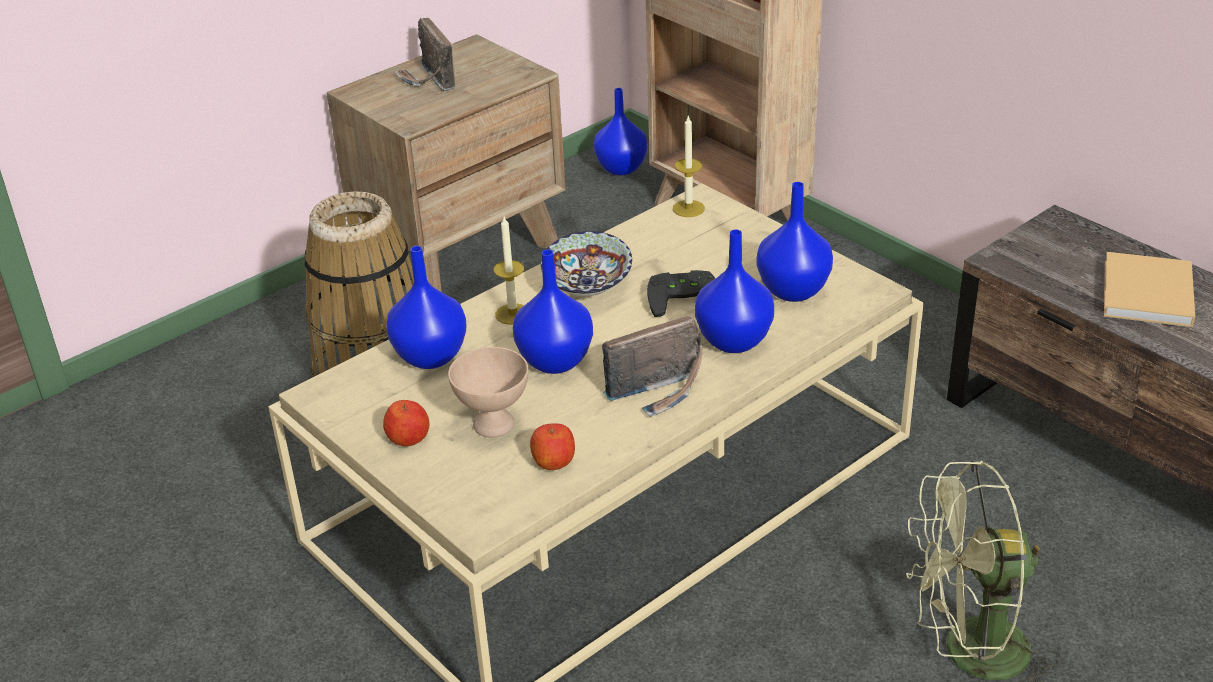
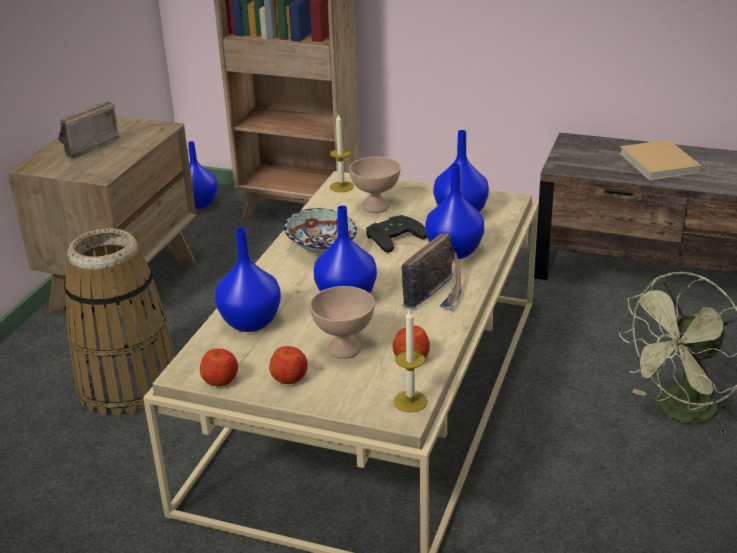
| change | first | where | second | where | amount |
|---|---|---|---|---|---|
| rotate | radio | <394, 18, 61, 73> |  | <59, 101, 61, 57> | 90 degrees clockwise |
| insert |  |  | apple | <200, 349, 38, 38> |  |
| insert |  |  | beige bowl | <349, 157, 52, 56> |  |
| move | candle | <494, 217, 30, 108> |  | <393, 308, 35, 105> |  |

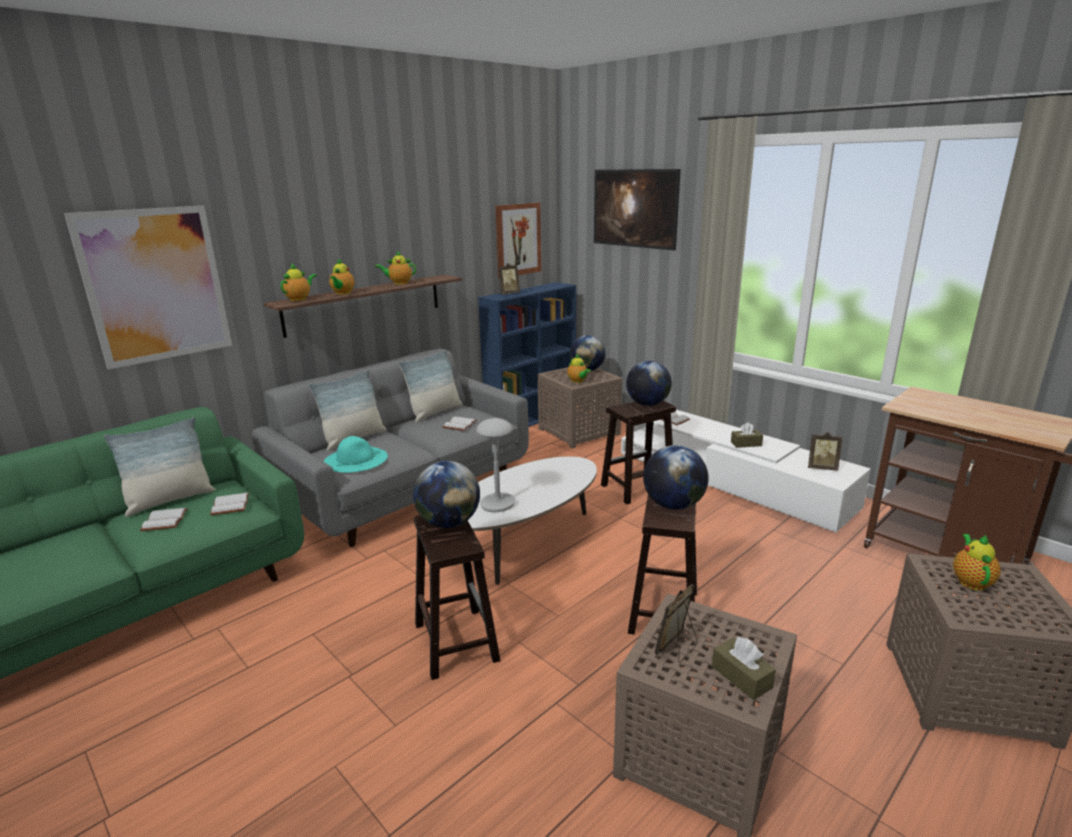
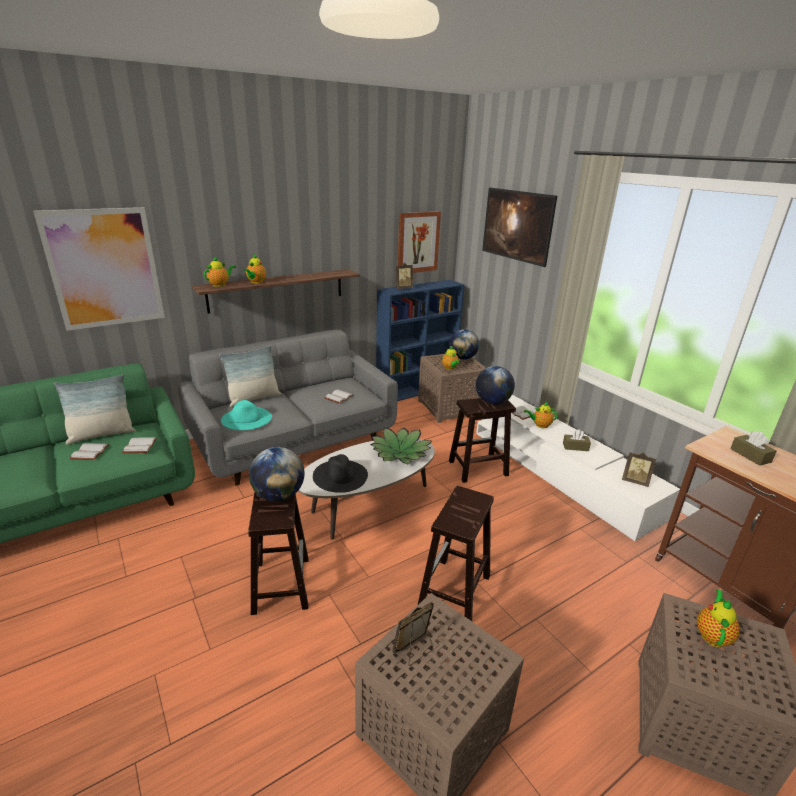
| change | first | where | second | where | amount |
|---|---|---|---|---|---|
| replace | grey table lamp | <476, 418, 40, 95> | black hat | <313, 454, 55, 39> |  |
| insert |  |  | potted plant | <370, 427, 62, 37> |  |
| move | teapot | <375, 251, 41, 34> |  | <524, 402, 34, 26> |  |
| move | brown tissue box | <712, 636, 64, 64> |  | <730, 431, 47, 35> |  |
| delete | pillow | <399, 350, 63, 73> |  |  |  |
| delete | globe | <643, 445, 66, 65> |  |  |  |

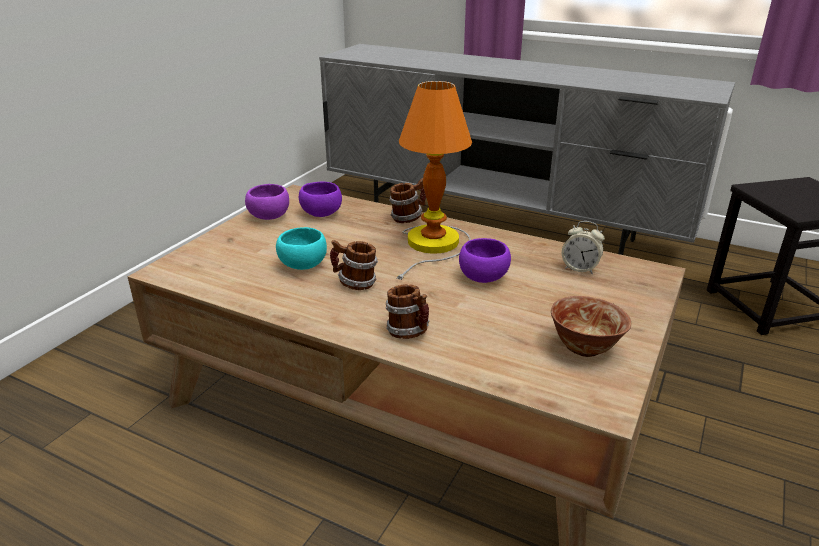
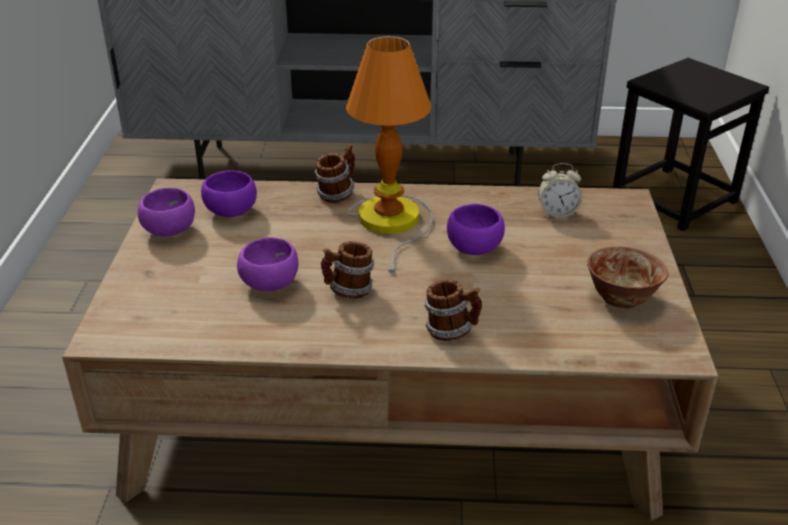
| change | first | where | second | where | amount |
|---|---|---|---|---|---|
| recolor | turquoise bowl | <276, 227, 51, 43> | purple bowl | <237, 237, 62, 54> |  |

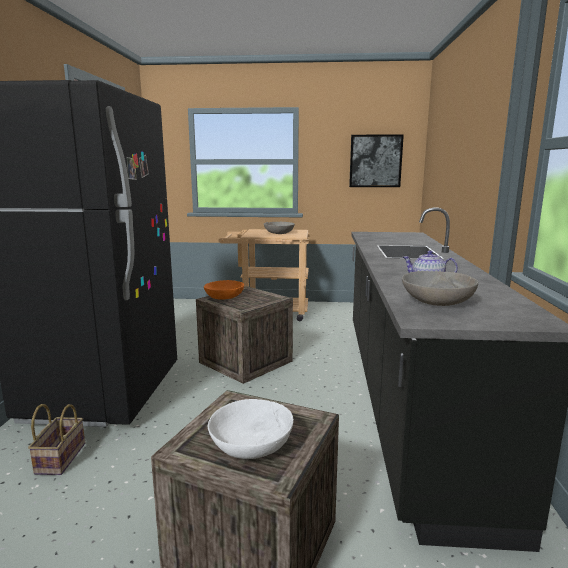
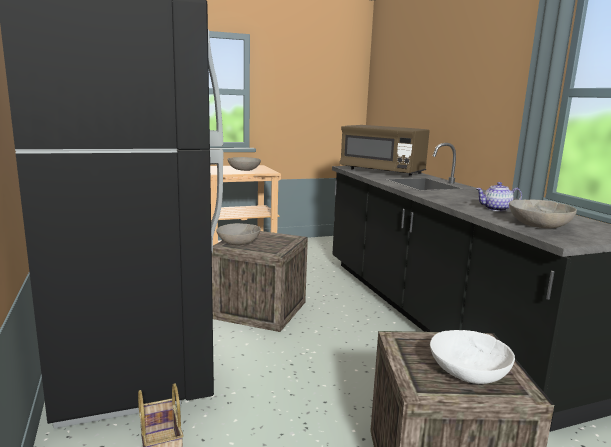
| change | first | where | second | where | amount |
|---|---|---|---|---|---|
| recolor | orange bowl | <204, 280, 40, 20> | grey bowl | <216, 223, 45, 22> |  |
| insert |  |  | brown microwave | <339, 125, 91, 52> |  |
| delete | picture | <349, 134, 55, 53> |  |  |  |

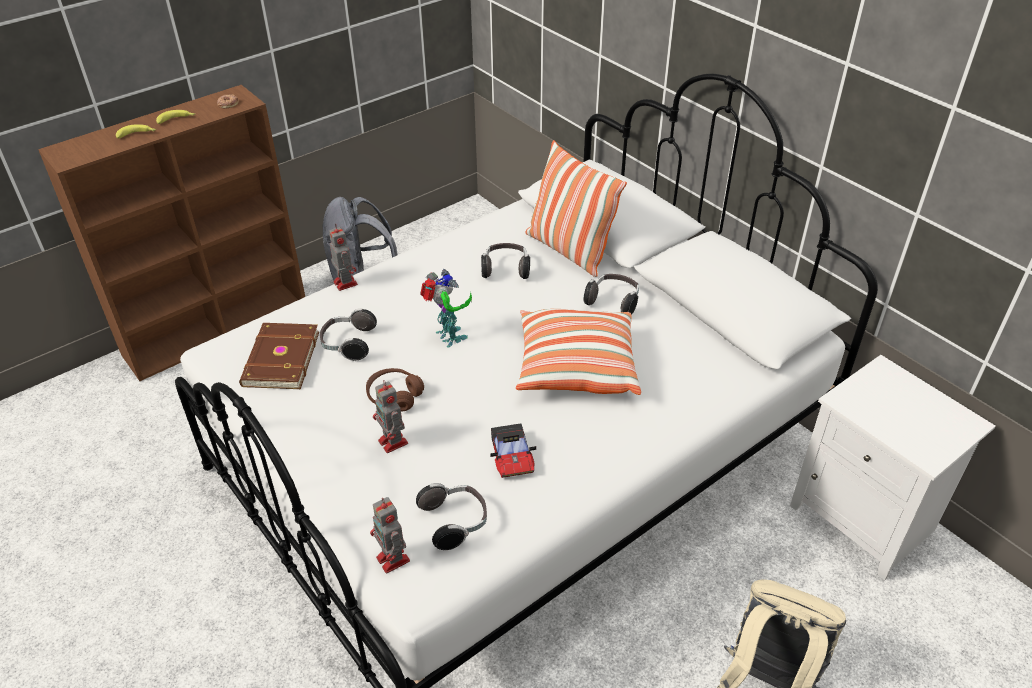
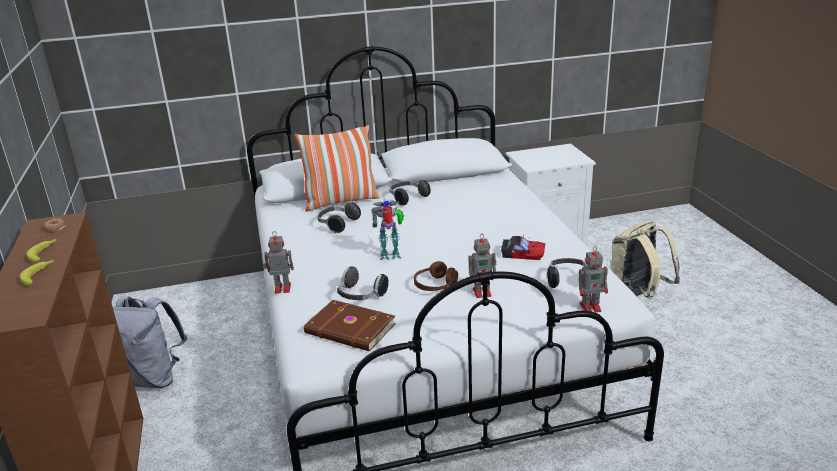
| change | first | where | second | where | amount |
|---|---|---|---|---|---|
| delete | pillow | <516, 309, 125, 86> |  |  |  |

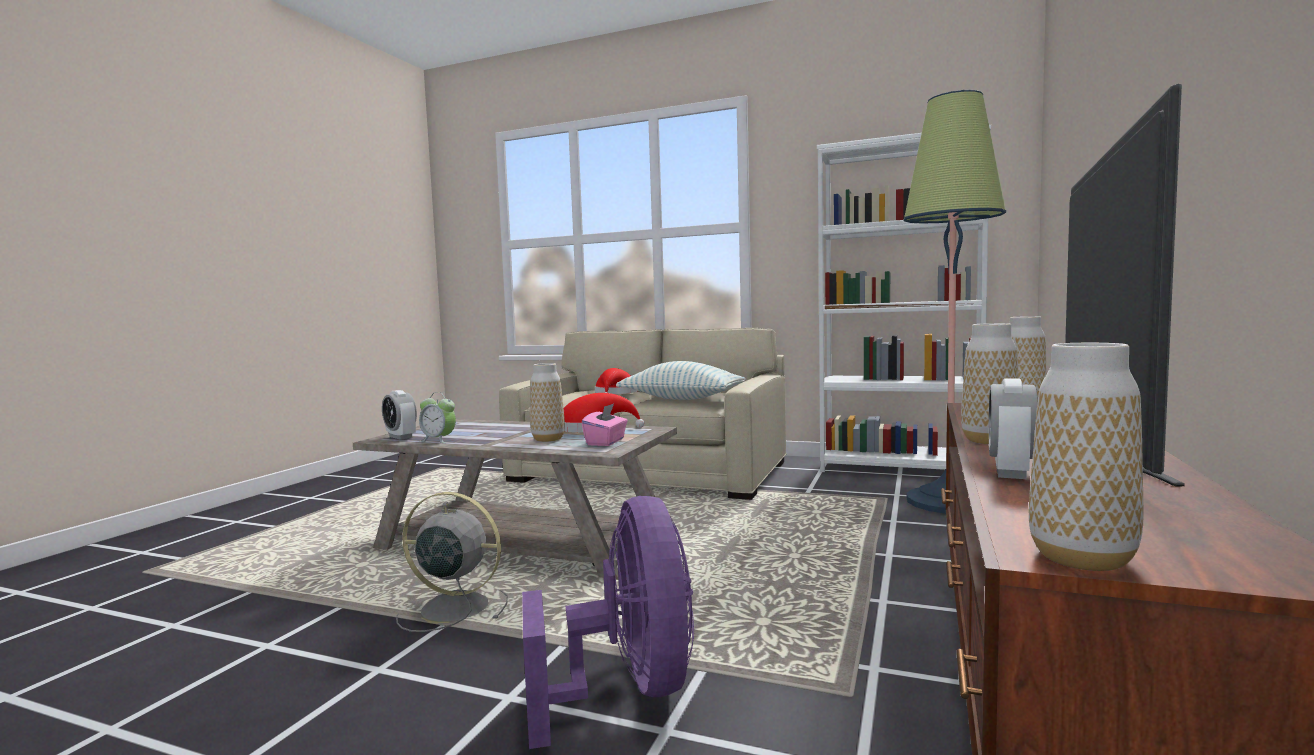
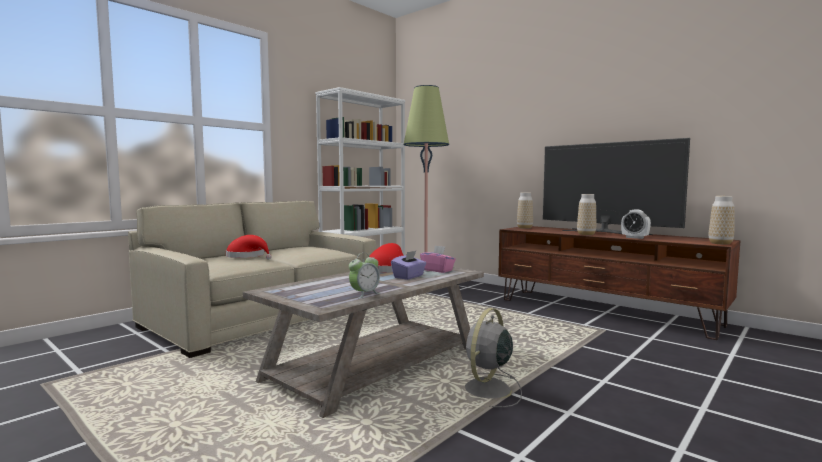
| change | first | where | second | where | amount |
|---|---|---|---|---|---|
| replace | vase | <530, 363, 35, 79> | purple tissue box | <391, 250, 35, 30> |  |
| delete | alarm clock | <382, 390, 35, 50> |  |  |  |
| delete | purple fan | <522, 496, 172, 253> |  |  |  |
| delete | pillow | <616, 361, 130, 39> |  |  |  |

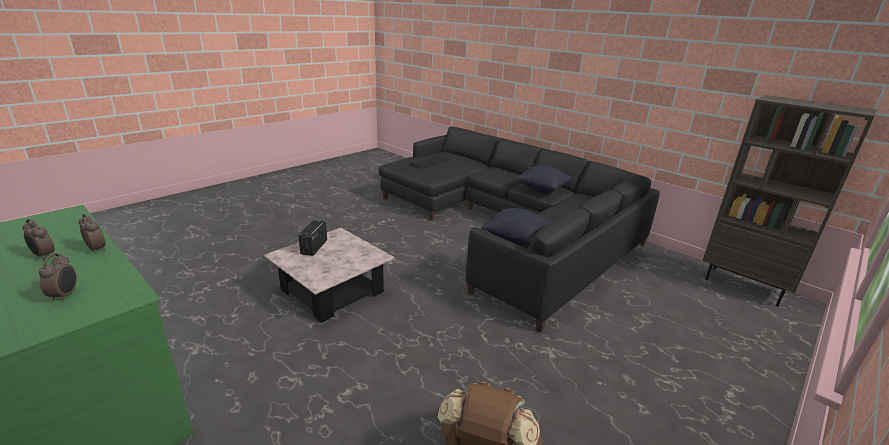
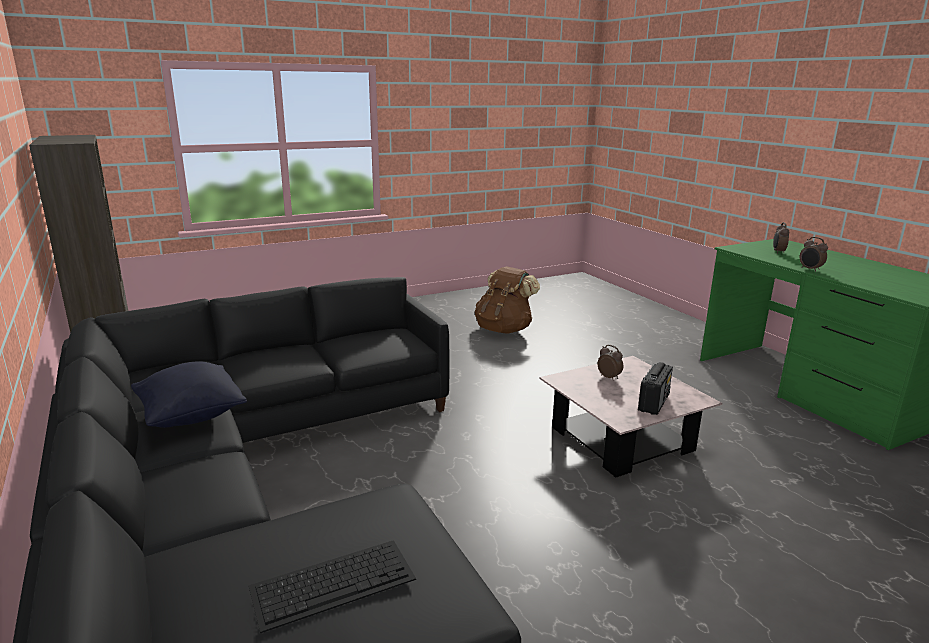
| change | first | where | second | where | amount |
|---|---|---|---|---|---|
| move | alarm clock | <22, 219, 32, 41> |  | <598, 345, 26, 34> |  |
| delete | black pillow | <481, 208, 70, 38> |  |  |  |

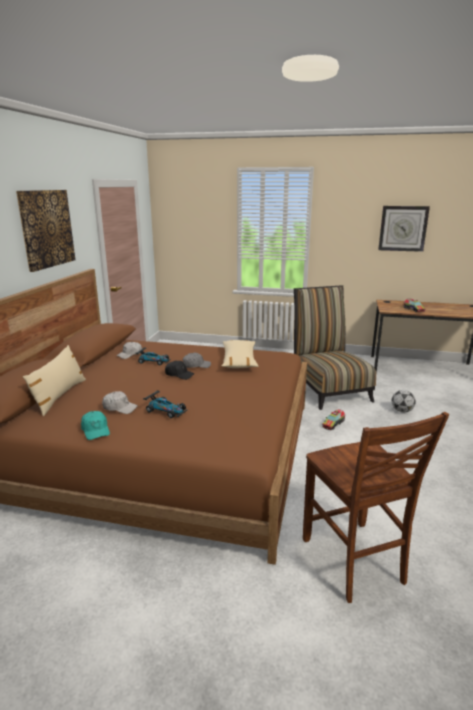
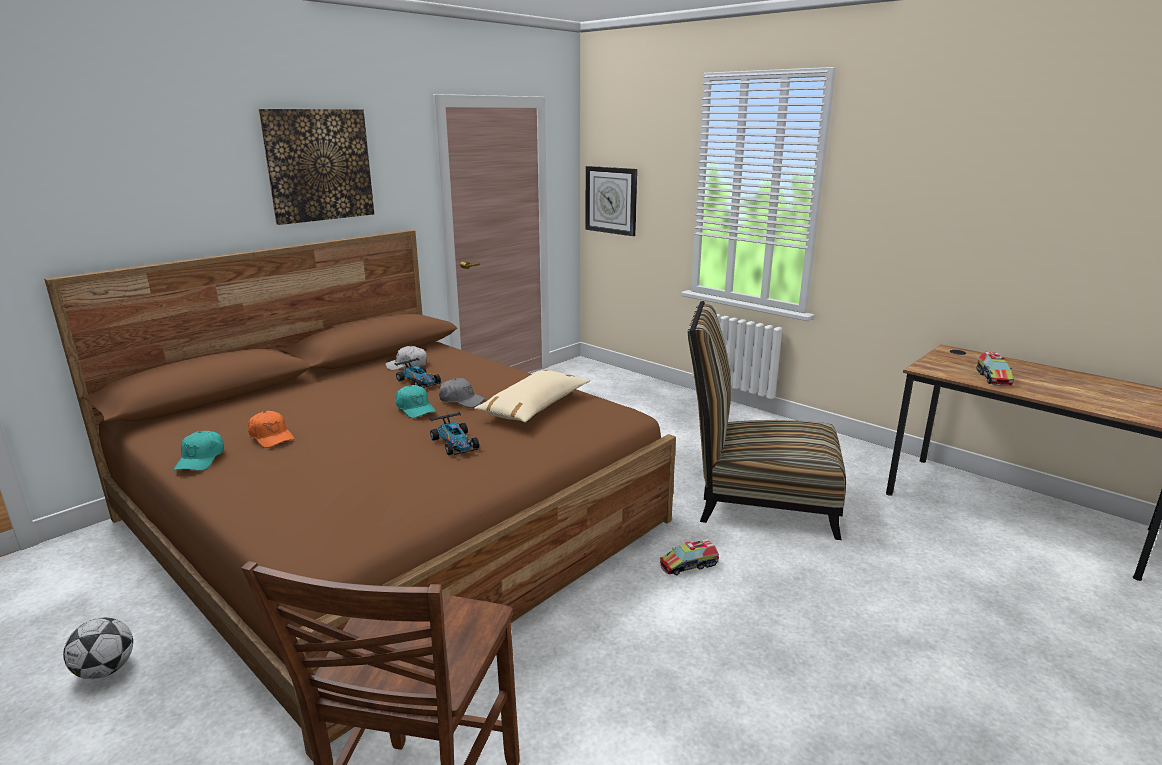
| change | first | where | second | where | amount |
|---|---|---|---|---|---|
| move | football | <392, 390, 24, 22> |  | <63, 617, 70, 62> |  |
| recolor | white cap | <102, 391, 36, 23> | orange cap | <248, 411, 46, 37> |  |
| recolor | black cap | <165, 361, 29, 19> | turquoise cap | <395, 385, 41, 33> |  |
| move | toy car | <143, 391, 45, 27> |  | <430, 412, 49, 43> |  |
| move | wall clock | <378, 206, 52, 46> |  | <586, 166, 51, 70> |  |
| rotate | chair | <294, 285, 82, 125> |  | <688, 301, 158, 239> | 90 degrees counterclockwise |
| delete | beige pillow | <23, 345, 63, 71> |  |  |  |

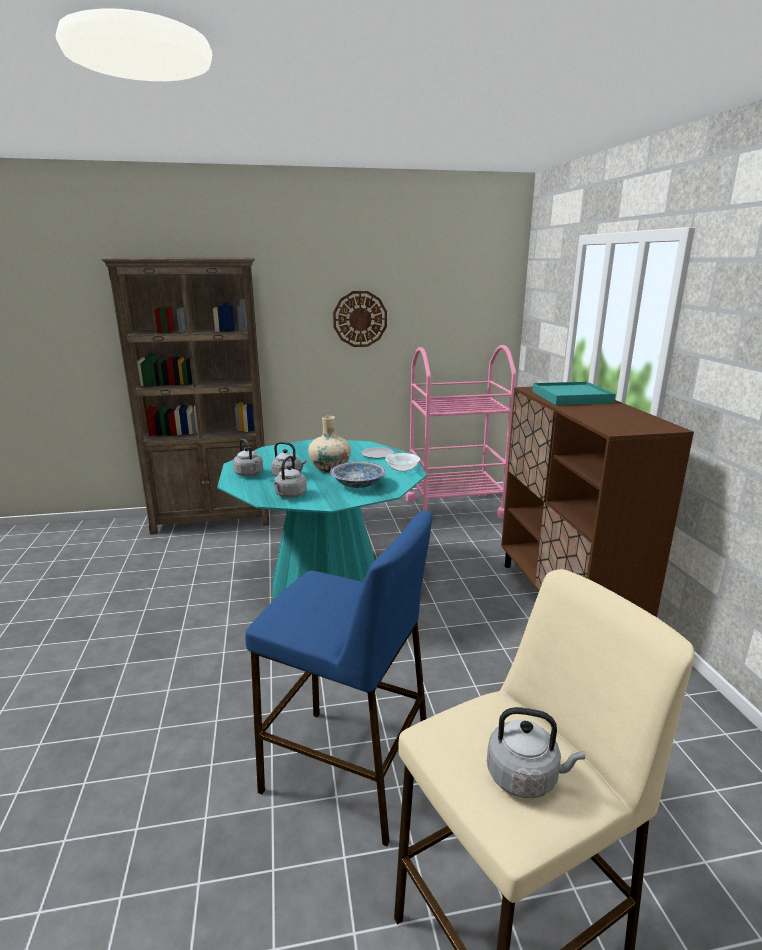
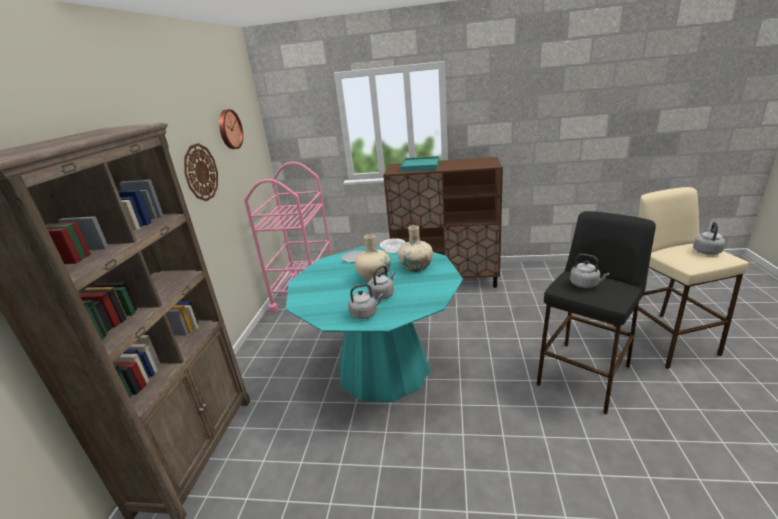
| change | first | where | second | where | amount |
|---|---|---|---|---|---|
| insert |  |  | wall clock | <219, 109, 24, 40> |  |
| replace | bowl | <330, 461, 56, 27> | beige vase | <398, 225, 35, 47> |  |
| recolor | blue stool | <245, 510, 187, 336> | black stool | <537, 211, 119, 203> |  |
| move | grey kettle | <274, 456, 33, 42> |  | <570, 254, 39, 34> |  |

